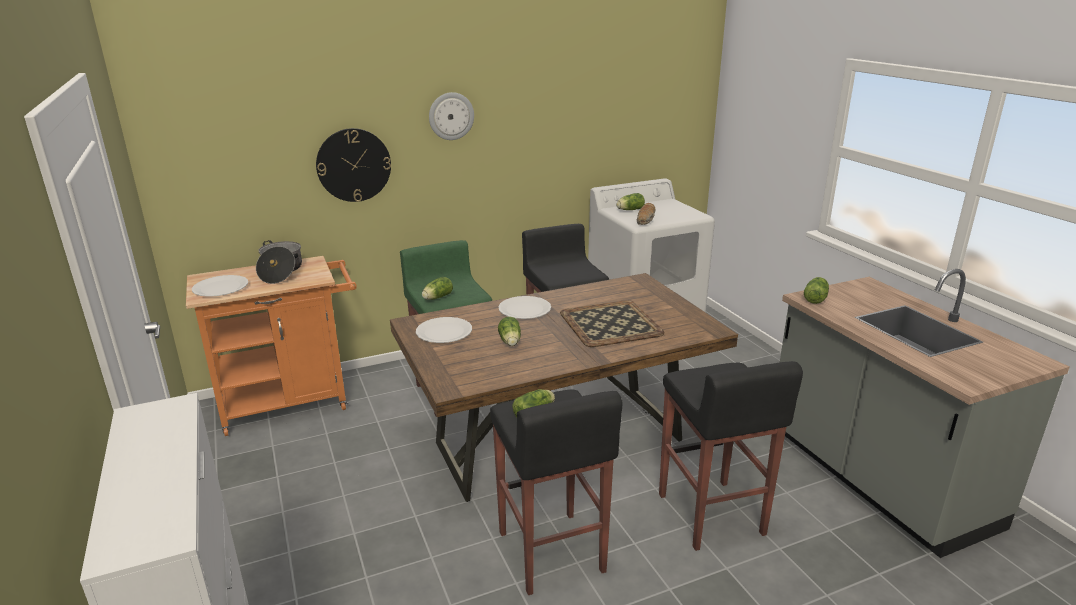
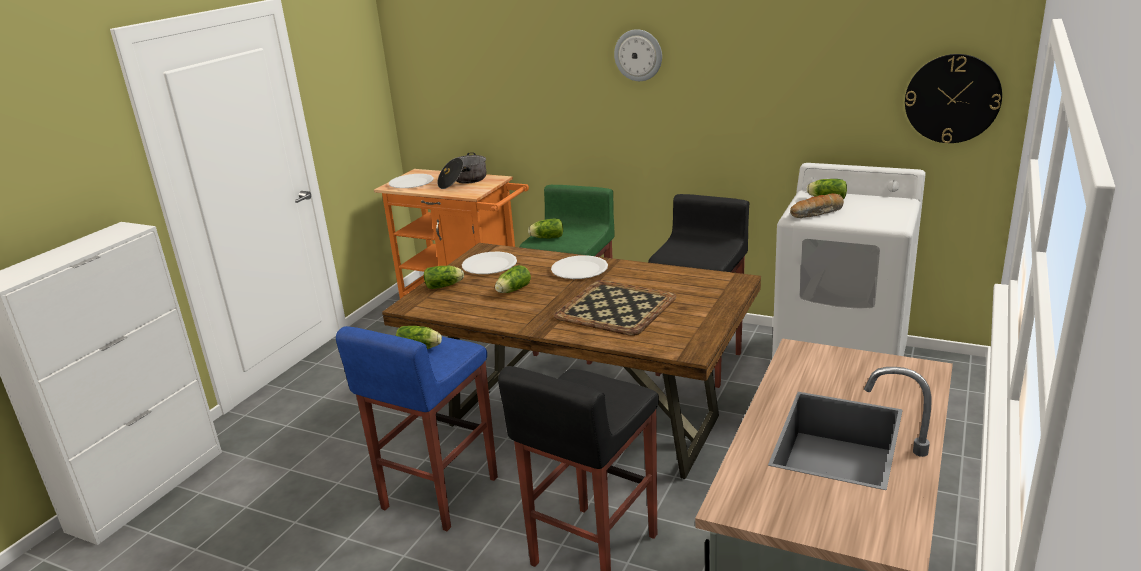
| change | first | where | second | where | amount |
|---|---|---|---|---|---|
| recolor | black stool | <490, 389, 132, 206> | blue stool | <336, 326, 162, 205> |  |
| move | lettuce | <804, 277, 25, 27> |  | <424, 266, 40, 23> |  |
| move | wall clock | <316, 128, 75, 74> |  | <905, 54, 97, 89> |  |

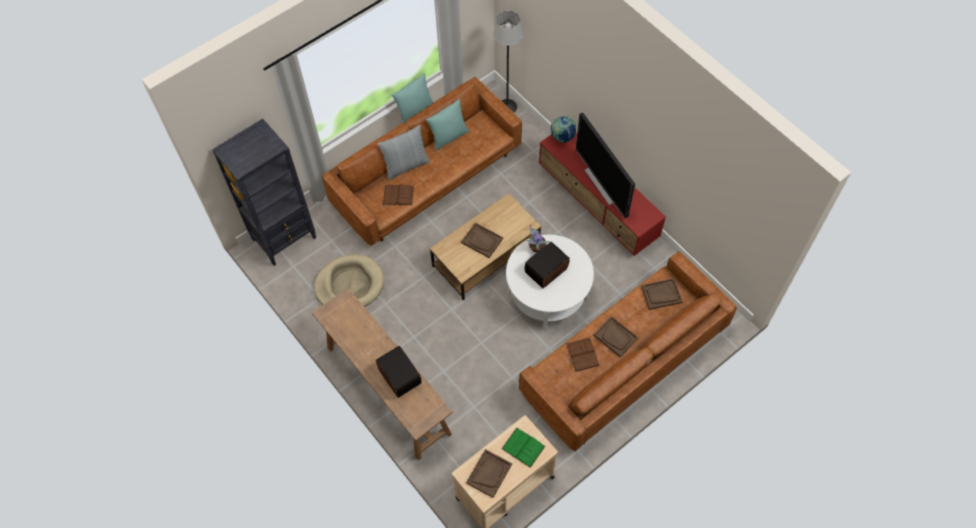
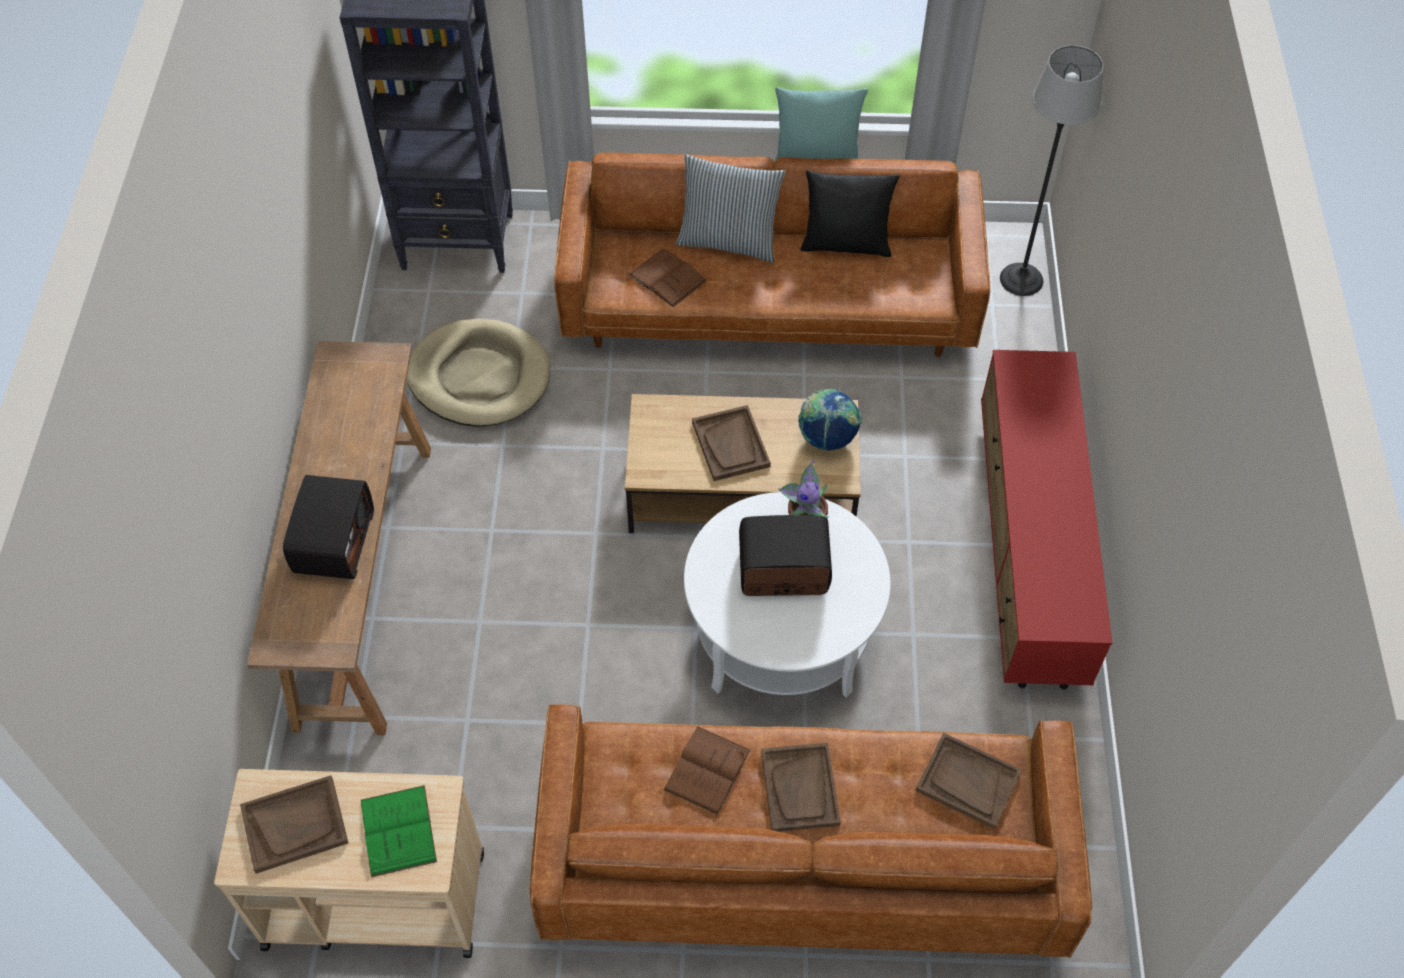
| change | first | where | second | where | amount |
|---|---|---|---|---|---|
| move | globe | <551, 116, 25, 27> |  | <798, 389, 64, 62> |  |
| recolor | turquoise pillow | <426, 99, 43, 52> | black pillow | <800, 170, 100, 87> |  |
| delete | television | <576, 113, 59, 105> |  |  |  |

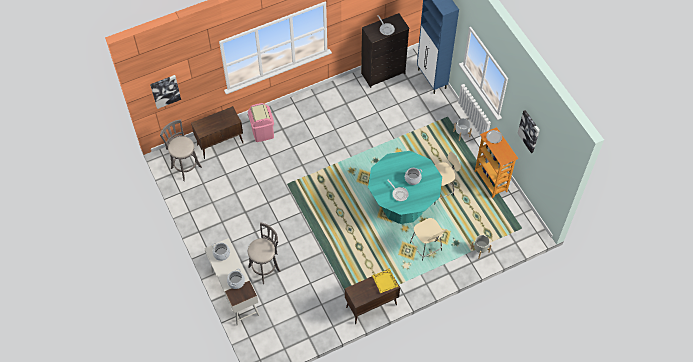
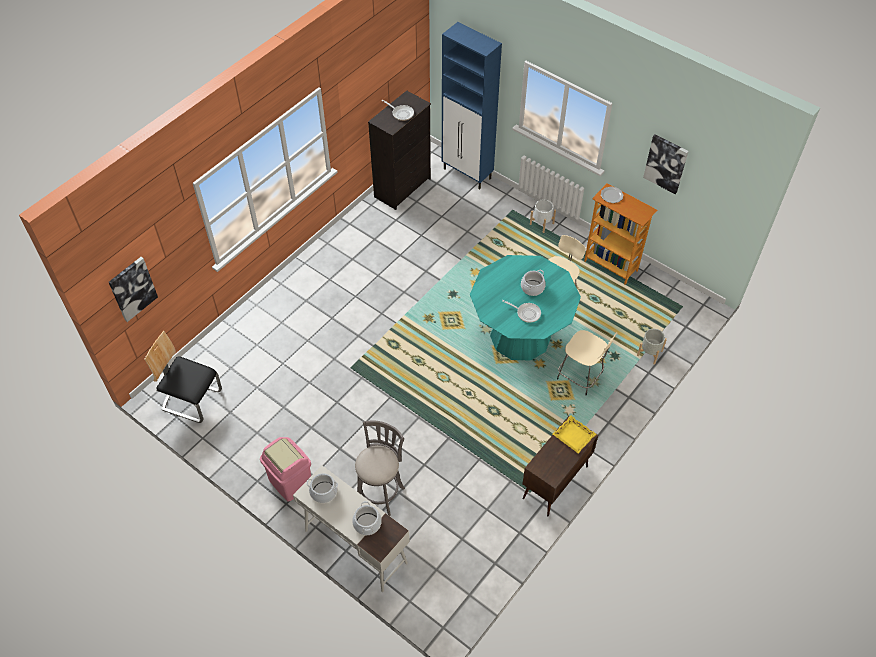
| change | first | where | second | where | amount |
|---|---|---|---|---|---|
| replace | grey stool | <160, 119, 42, 62> | chair | <144, 331, 78, 92> |  |
| move | pink trash can | <248, 103, 26, 39> |  | <260, 437, 51, 65> |  |
| delete | brown cabinet | <191, 106, 52, 53> |  |  |  |

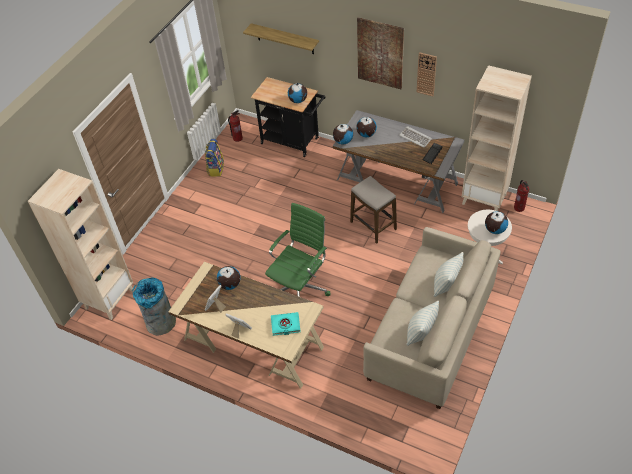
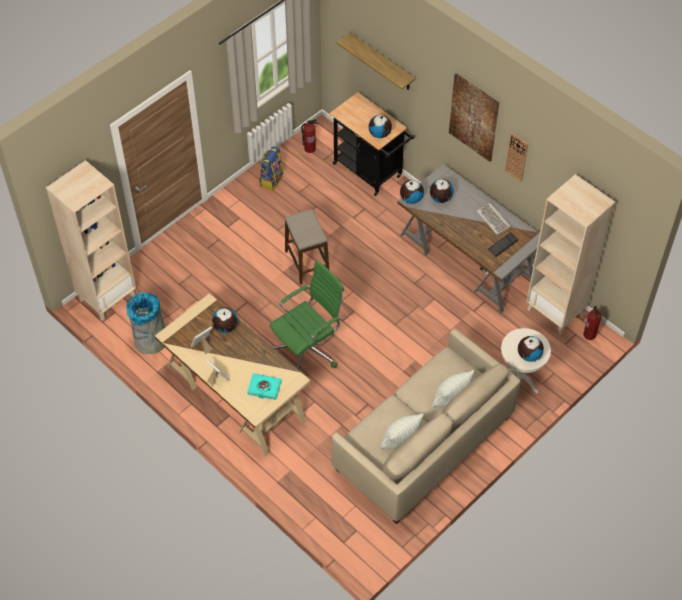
| change | first | where | second | where | amount |
|---|---|---|---|---|---|
| move | stool | <350, 176, 47, 68> |  | <285, 209, 44, 75> |  |

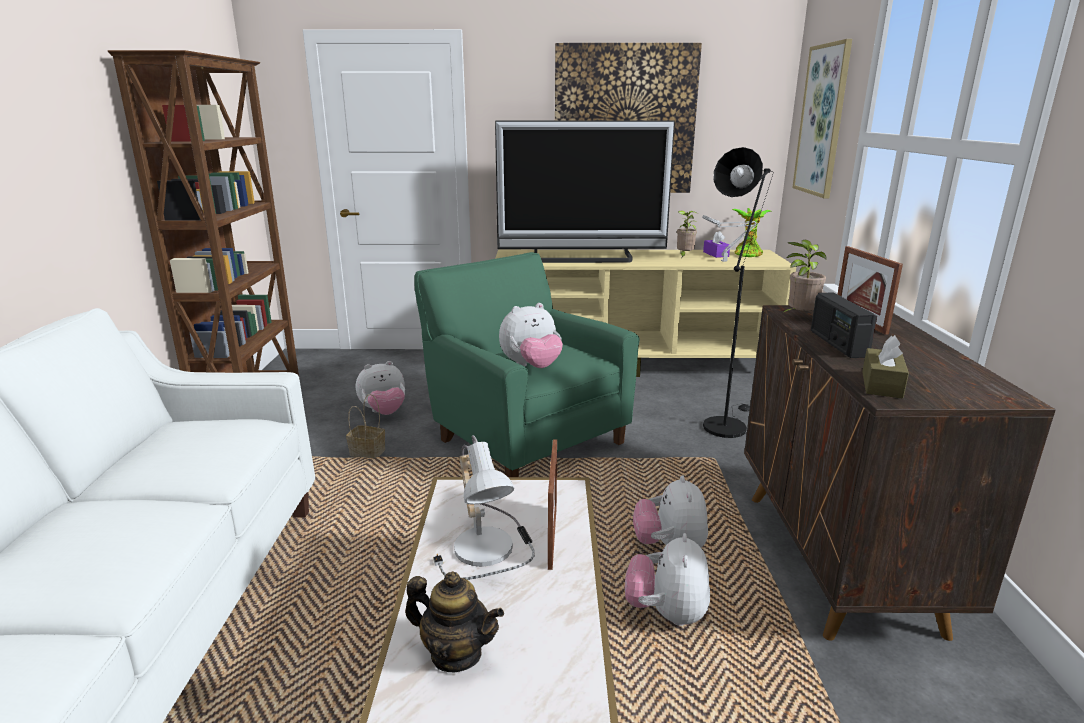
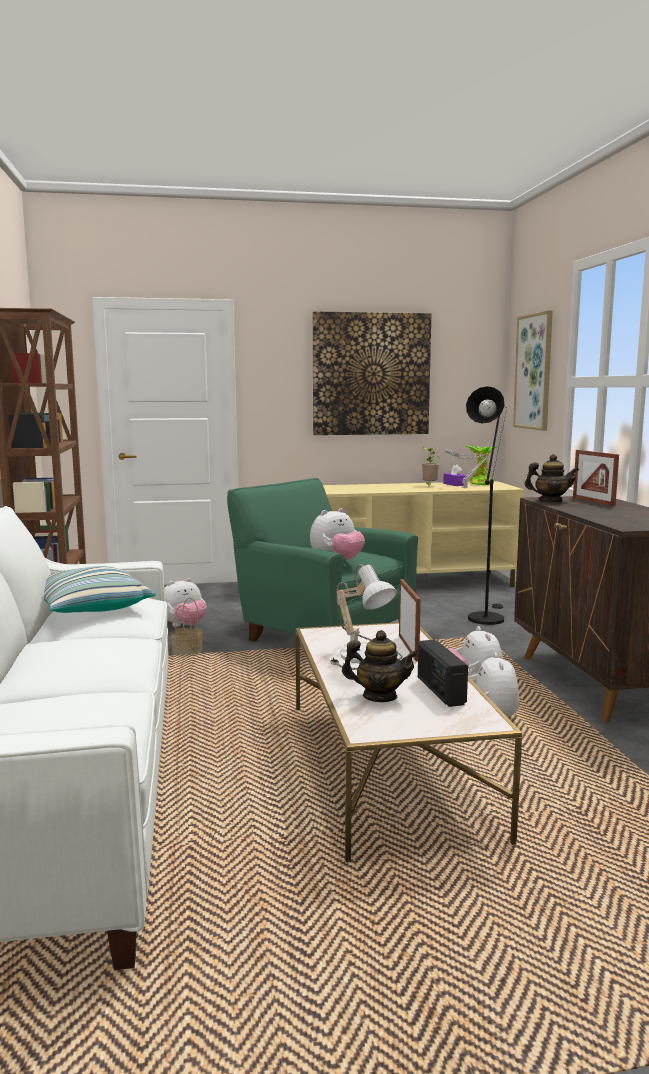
| change | first | where | second | where | amount |
|---|---|---|---|---|---|
| insert |  |  | pillow | <44, 566, 112, 47> |  |
| move | radio | <811, 293, 66, 65> |  | <418, 640, 50, 67> |  |
| replace | potted plant | <782, 240, 45, 73> | teapot | <525, 454, 54, 48> |  |
| delete | television | <495, 121, 180, 142> |  |  |  |
| delete | brown tissue box | <862, 335, 47, 64> |  |  |  |

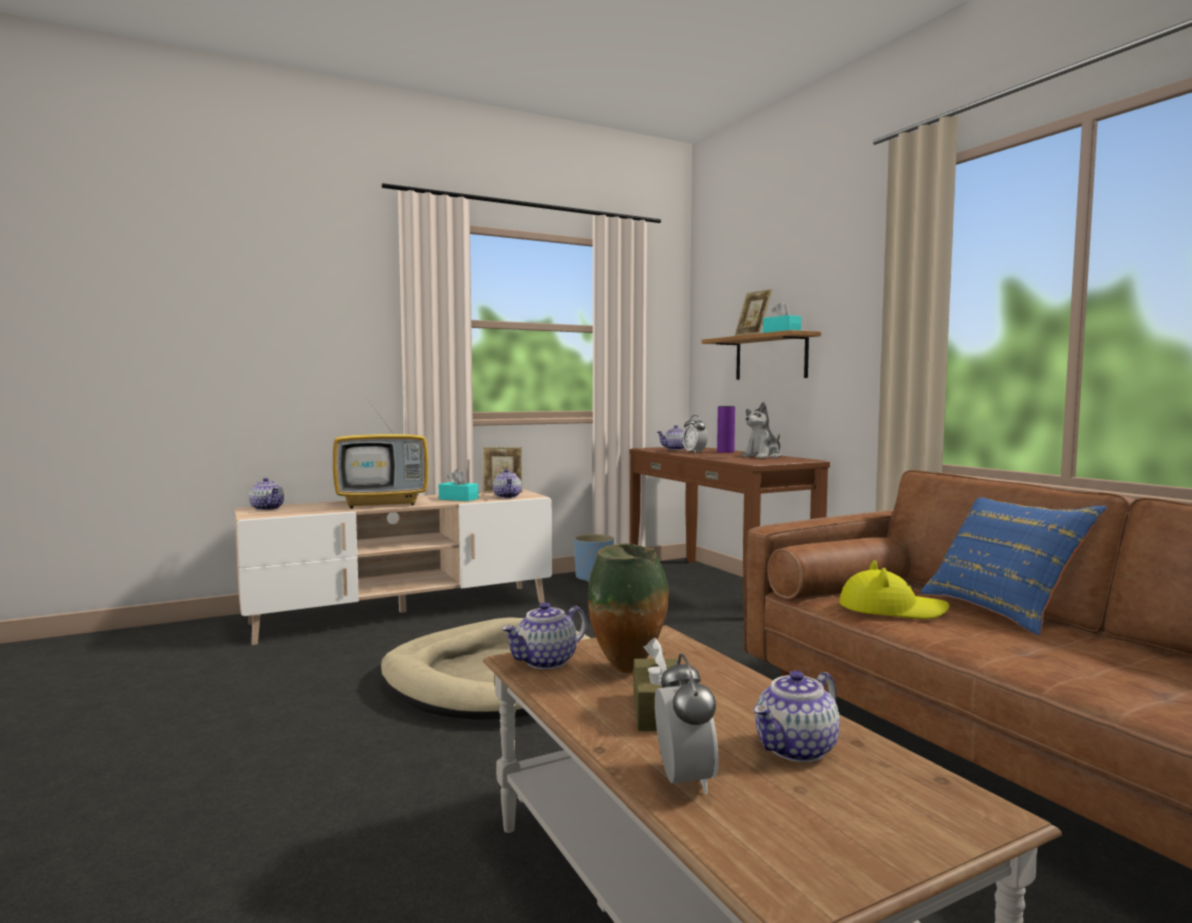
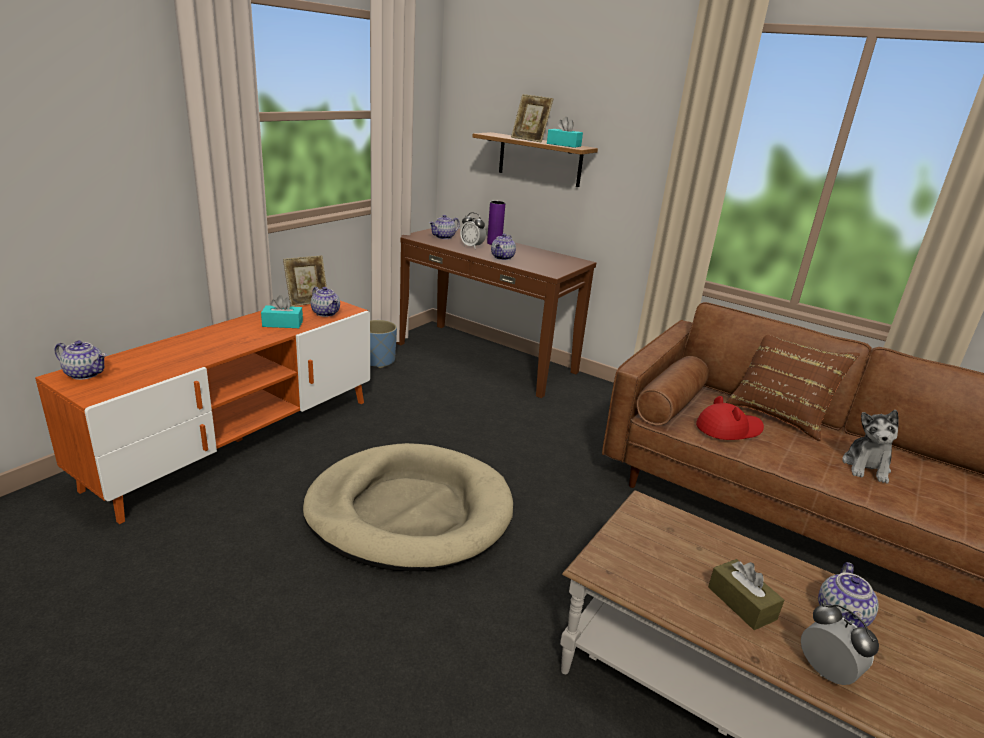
| change | first | where | second | where | amount |
|---|---|---|---|---|---|
| recolor | beige tv stand | <235, 489, 317, 156> | orange tv stand | <35, 301, 335, 223> |  |
| move | teapot | <502, 602, 85, 67> |  | <491, 234, 25, 26> |  |
| recolor | yellow hat | <839, 560, 110, 59> | red hat | <696, 396, 68, 44> |  |
| recolor | blue pillow | <920, 497, 187, 139> | brown pillow | <726, 335, 134, 106> |  |
| move | plush toy | <742, 402, 39, 56> |  | <842, 410, 56, 73> |  |
| delete | television | <333, 399, 96, 109> |  |  |  |
| delete | vase | <588, 543, 81, 130> |  |  |  |

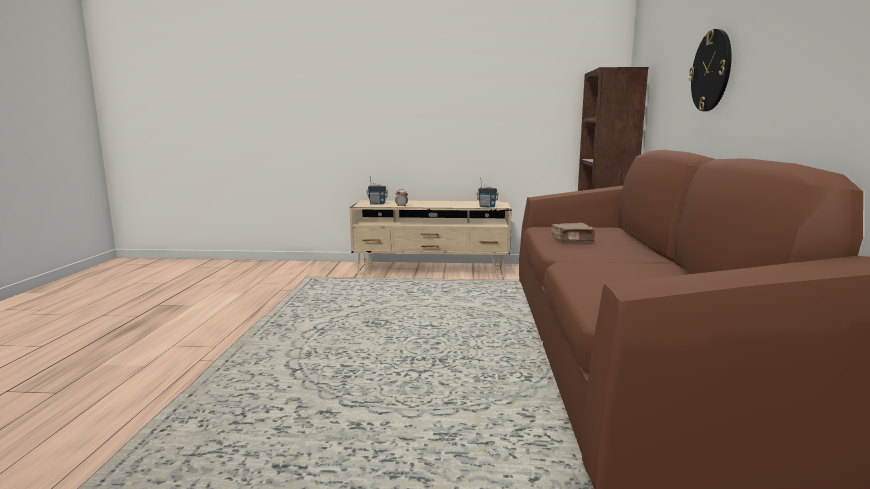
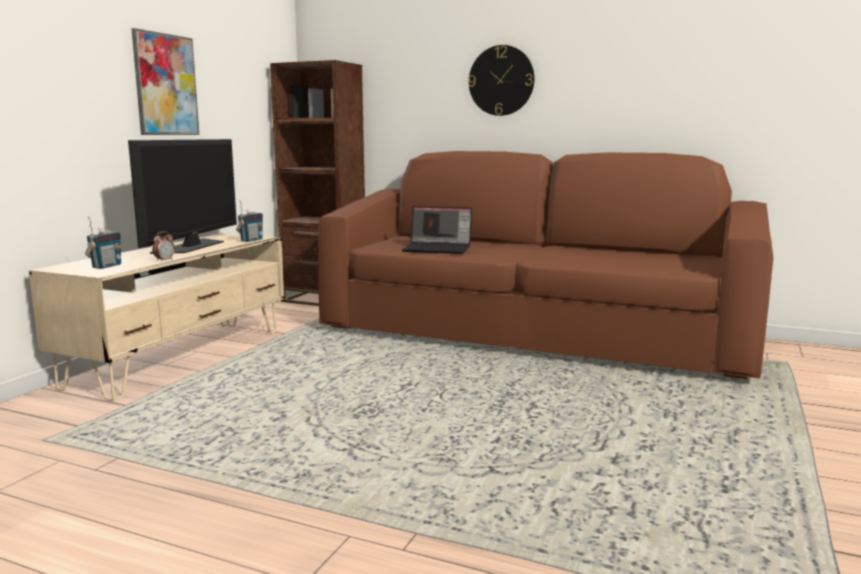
| change | first | where | second | where | amount |
|---|---|---|---|---|---|
| insert |  |  | television | <128, 139, 109, 115> |  |
| insert |  |  | picture | <131, 28, 68, 107> |  |
| replace | brown book | <551, 223, 44, 19> | laptop | <401, 206, 71, 48> |  |

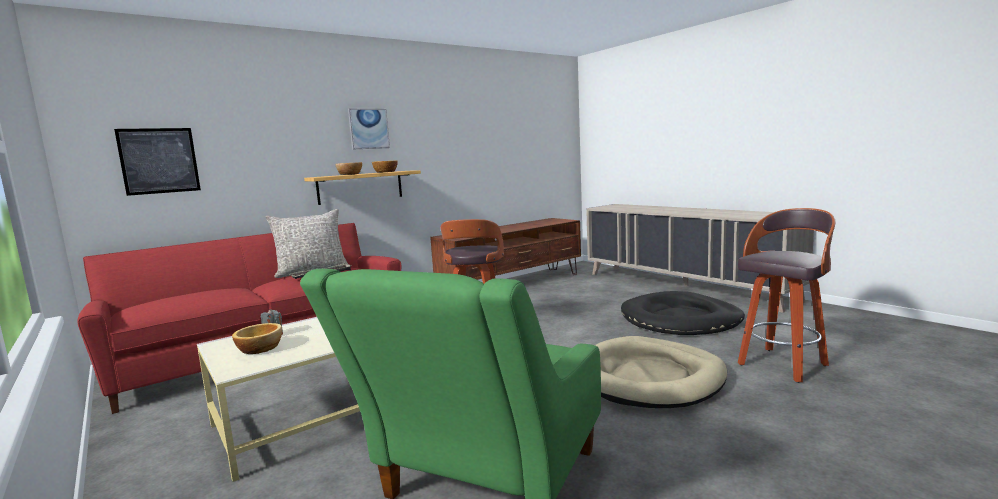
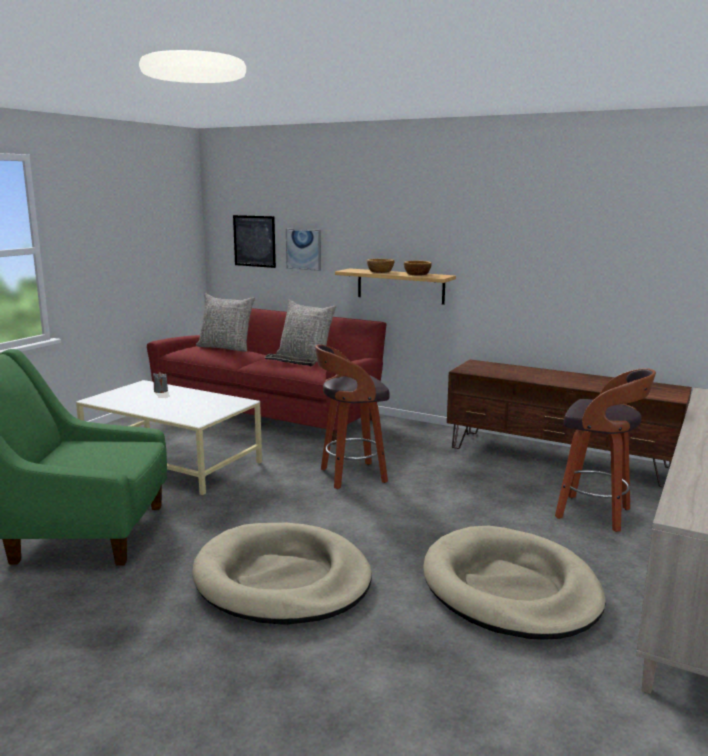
| change | first | where | second | where | amount |
|---|---|---|---|---|---|
| insert |  |  | grey pillow | <196, 293, 59, 59> |  |
| move | picture | <348, 109, 42, 41> |  | <286, 229, 35, 42> |  |
| recolor | black dog bed | <621, 291, 124, 44> | beige dog bed | <423, 526, 183, 114> |  |
| move | stool | <738, 208, 97, 175> |  | <555, 368, 101, 164> |  |
| delete | bowl | <232, 323, 50, 31> |  |  |  |

